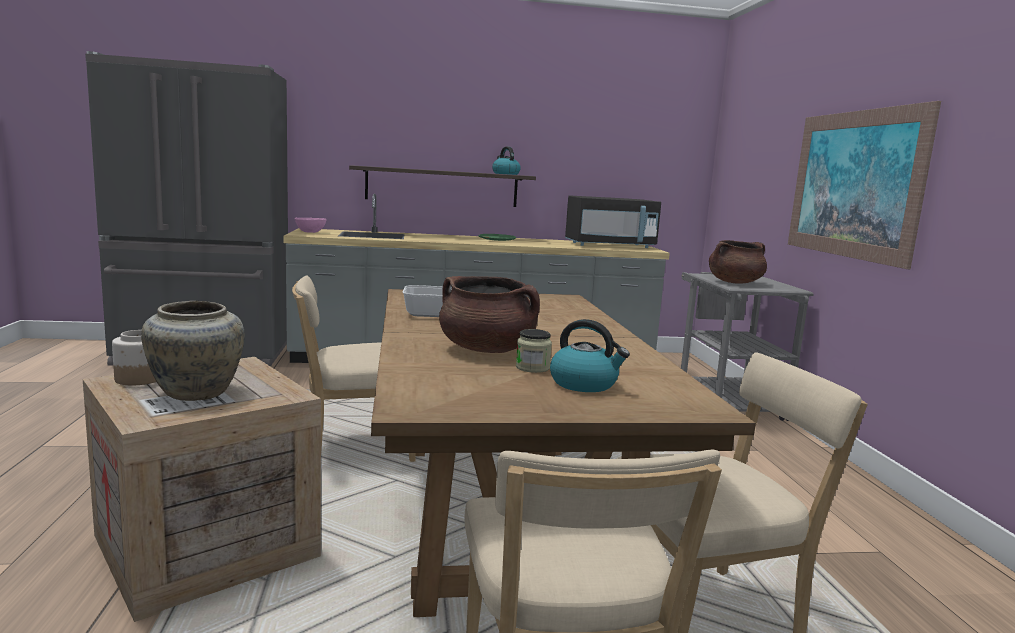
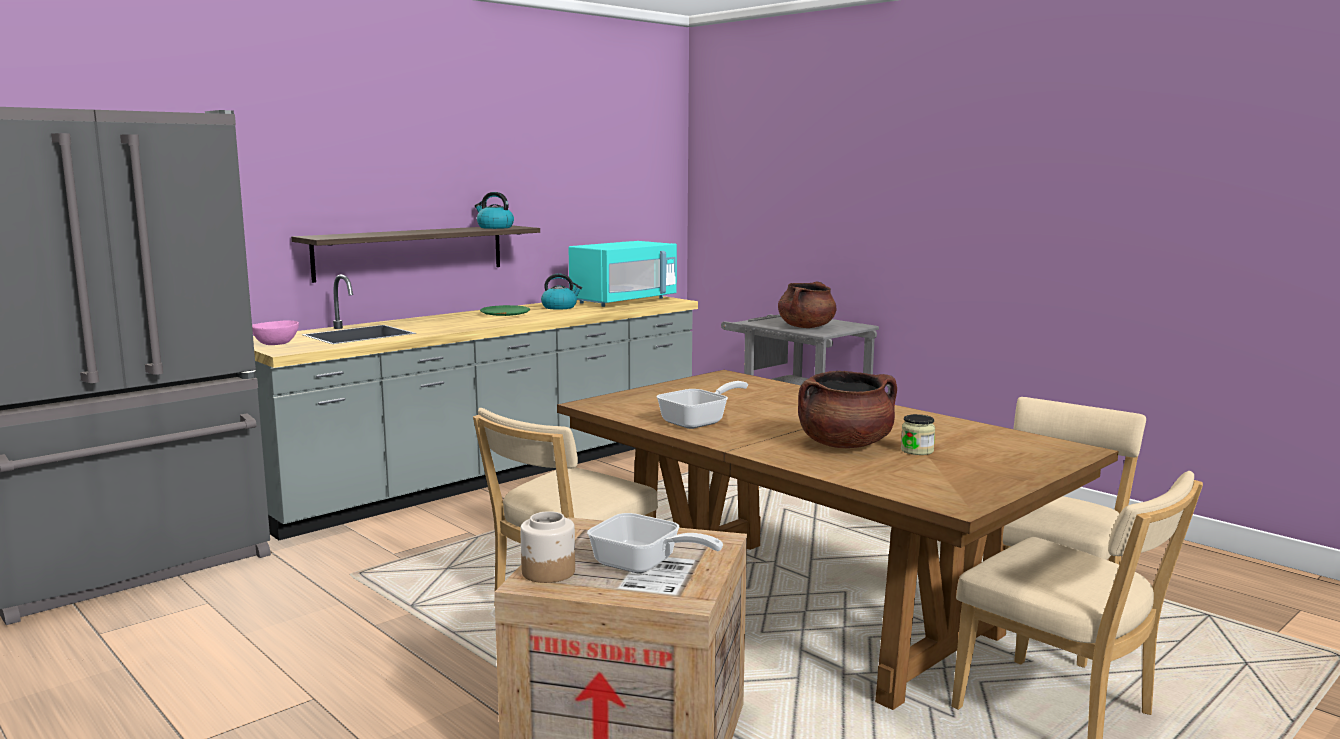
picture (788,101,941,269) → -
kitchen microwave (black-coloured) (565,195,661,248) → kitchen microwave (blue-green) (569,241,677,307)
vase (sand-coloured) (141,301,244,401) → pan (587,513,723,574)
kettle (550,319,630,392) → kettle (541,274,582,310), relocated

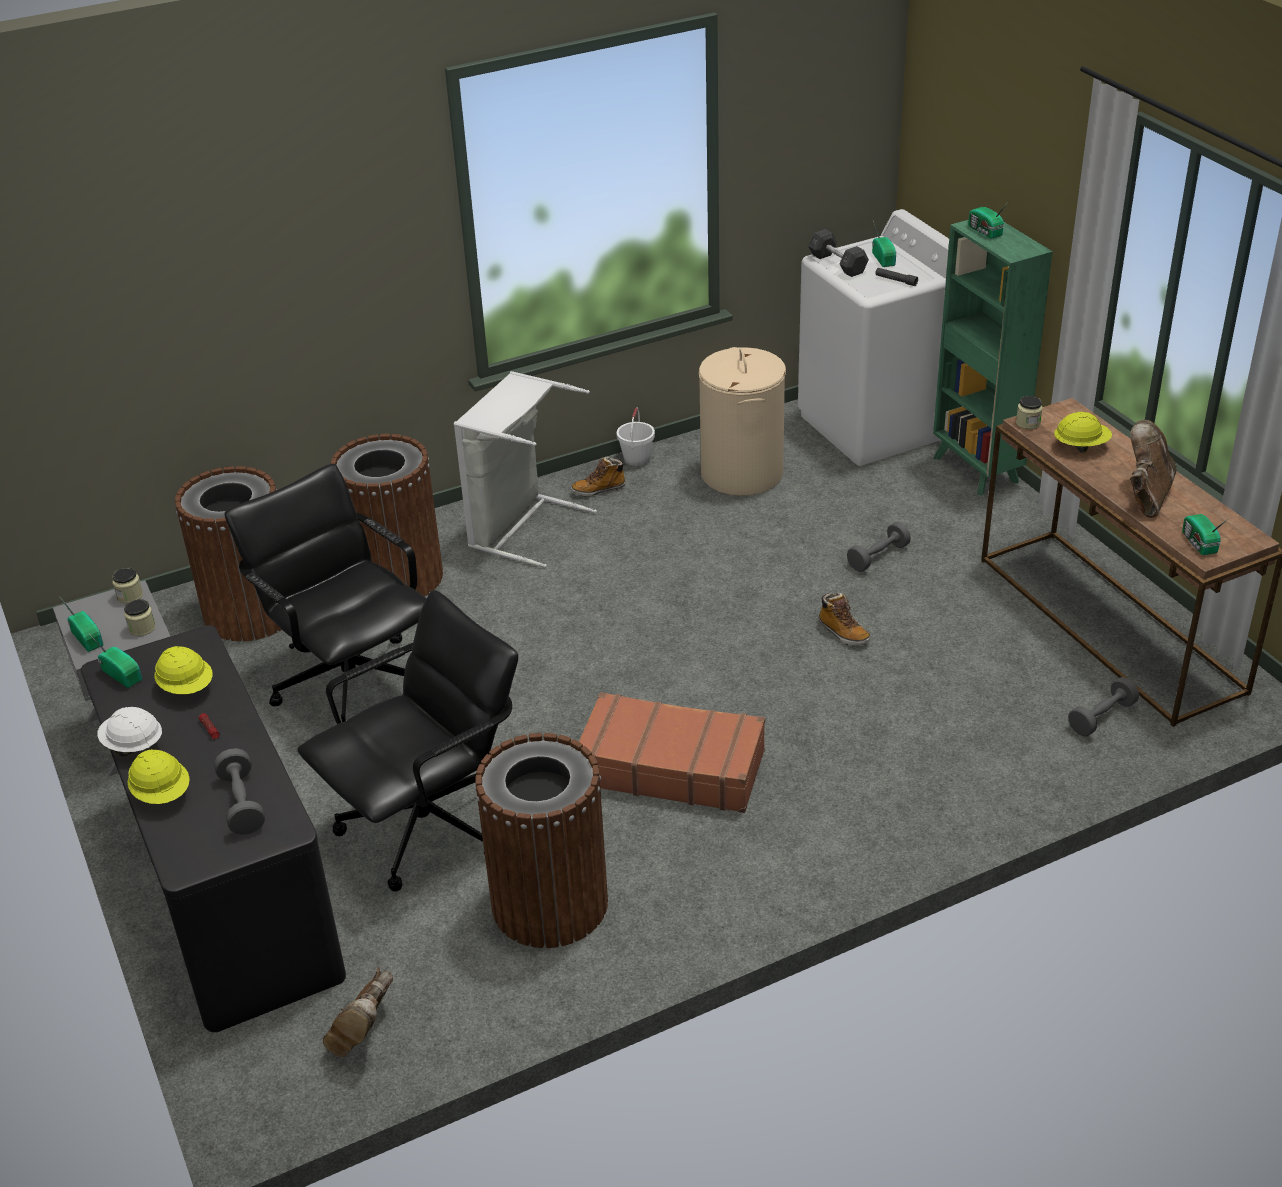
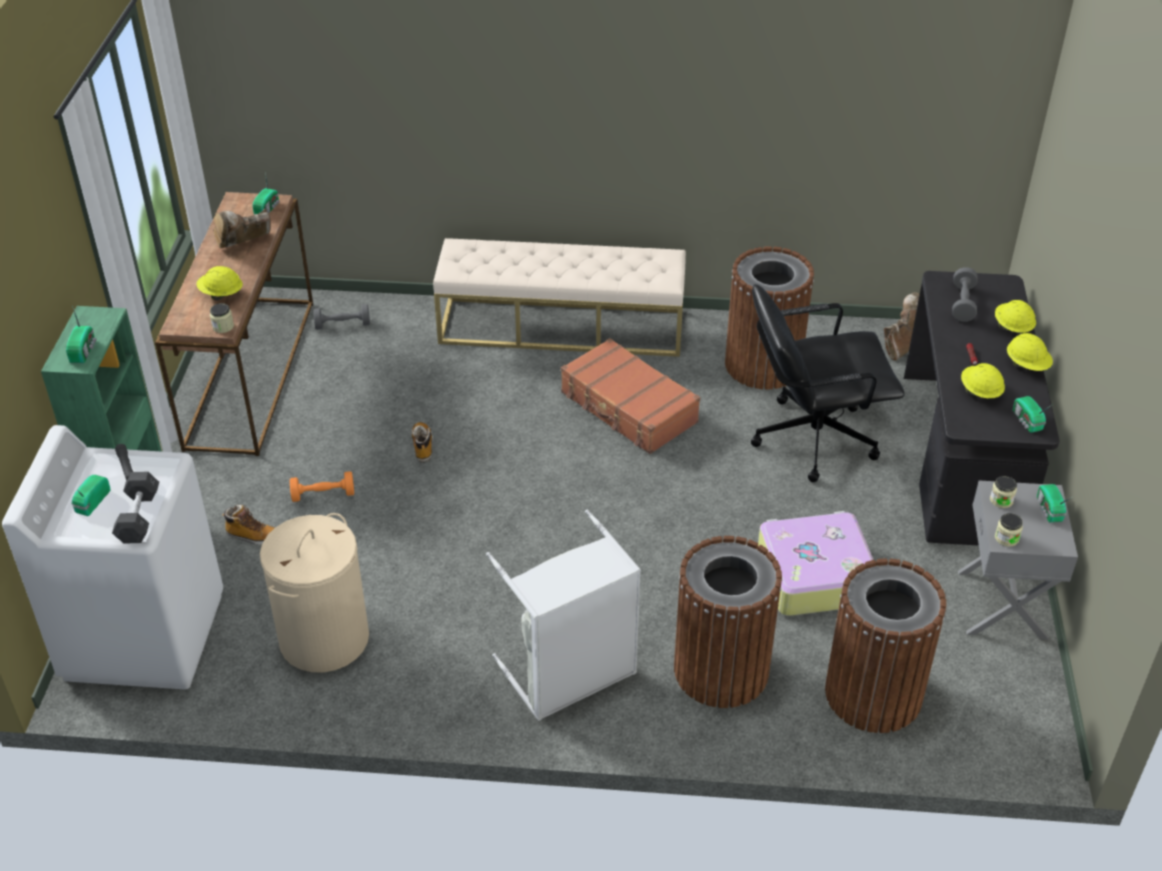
pail (whitish) (617,408,655,466) → -
tall boot (571,456,626,497) → tall boot (222,505,275,545), relocated
computer chair (black-coloured) (225,464,427,723) → travel case (758,511,874,616)
hand weight (gray) (847,522,911,572) → hand weight (orange-coloured) (290,471,354,502)
work helmet (whitish) (98,707,162,756) → work helmet (yellow-coloured) (1007,333,1053,371)
- → long seat (sand-coloured) (433,238,686,357)

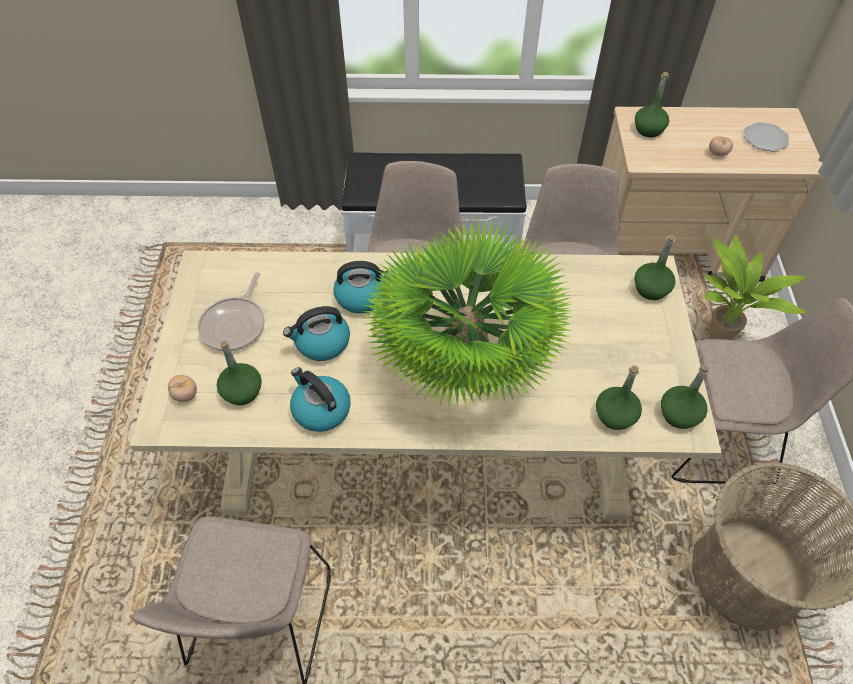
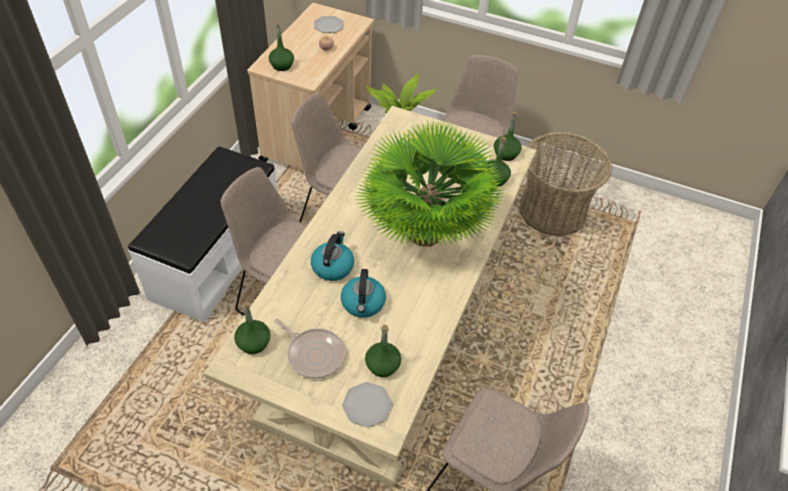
bottle (green) (634,235,676,300) → bottle (green) (234,301,271,354), relocated
kettle (290,367,351,432) → -
tomato (168,375,197,402) → plate (342,382,392,427)

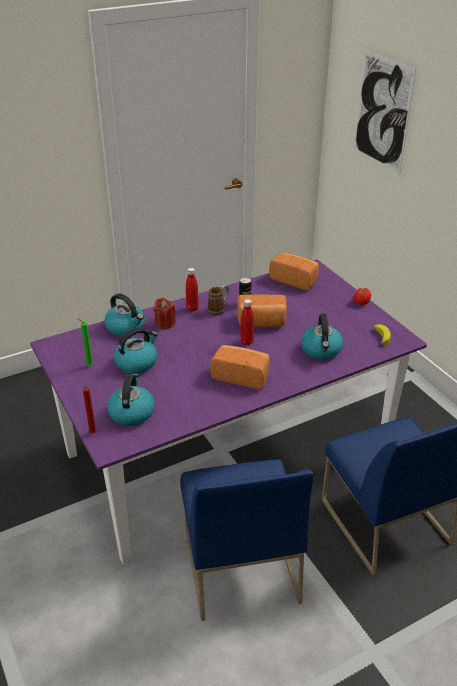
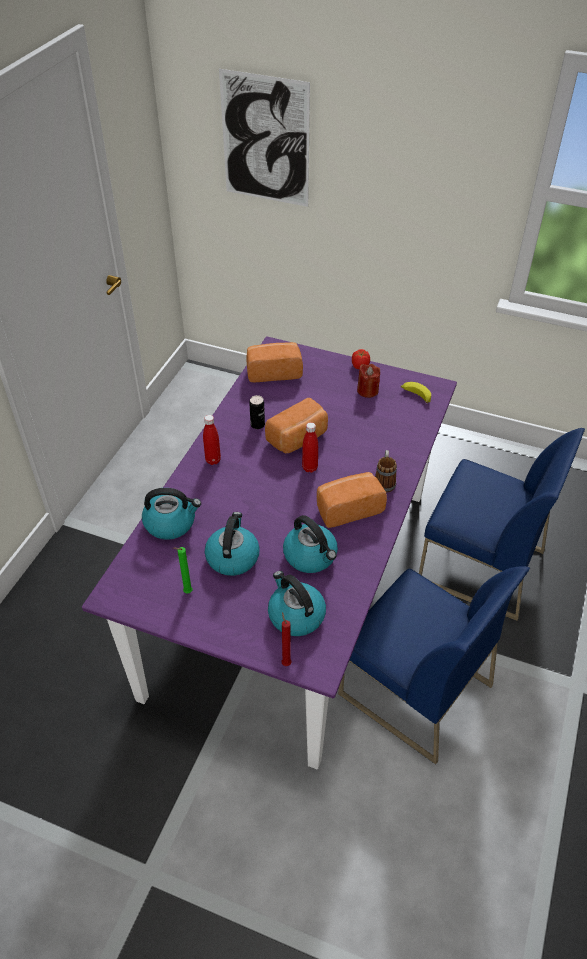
mug (207,285,229,316) → mug (375,450,397,493), relocated
candle (red-coloured) (154,298,176,329) → candle (red-coloured) (357,364,380,398), relocated
kettle (301,314,343,360) → kettle (283,515,338,573), relocated

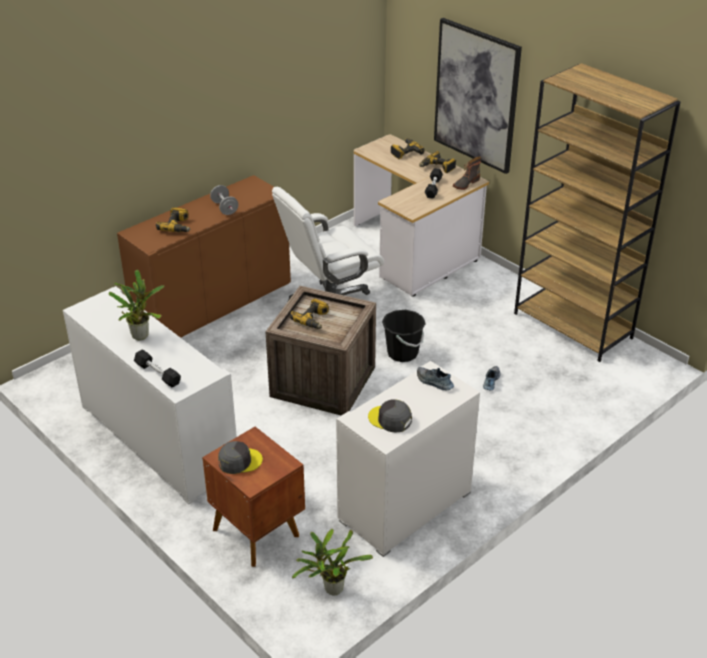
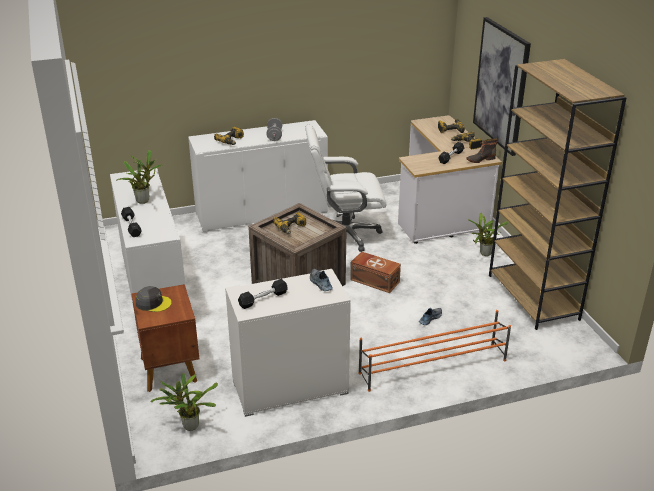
cabinet (brownish) (117,175,291,338) → cabinet (whitish) (188,120,328,232)
pail (black-coloured) (382,310,426,362) → storage box (brownish) (350,252,401,293)
cap (gray) (368,399,412,433) → hand weight (black-coloured) (238,279,288,309)
- → houseplant (468,213,509,256)
- → shoe rack (orange-coloured) (358,310,511,392)

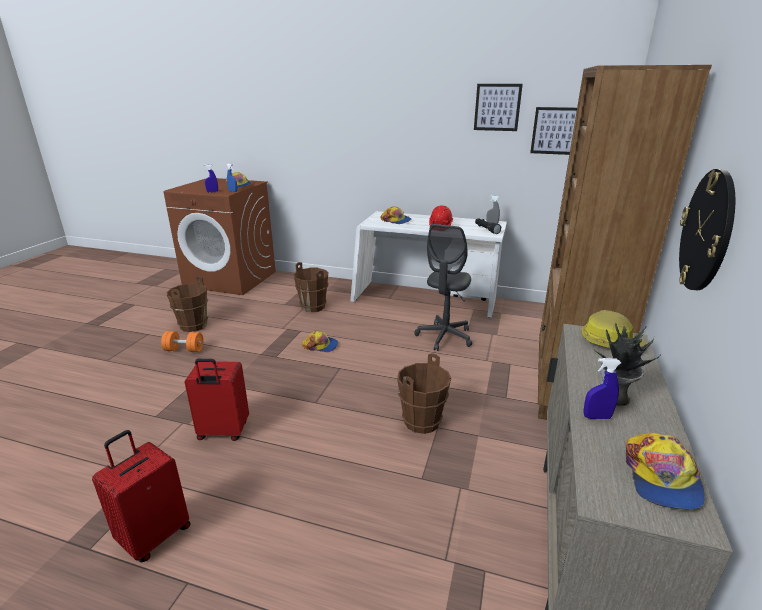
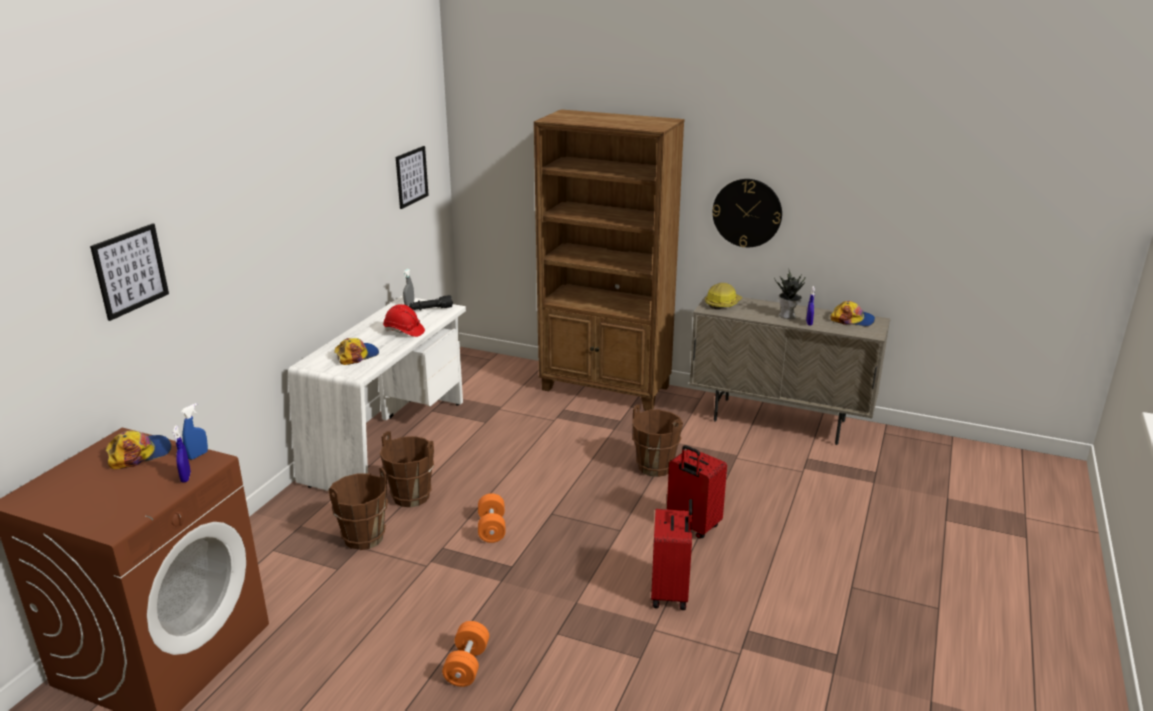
picture (474,84,523,131) → picture (90,224,169,321), relocated
computer chair (gray) (415,224,472,351) → -
pail (brownish) (167,276,208,332) → pail (brownish) (380,431,434,507), relocated
cap (302,330,338,352) → hand weight (orange-coloured) (478,493,506,543)
travel case (red-coloured) (92,430,190,562) → travel case (red-coloured) (667,445,727,539), relocated

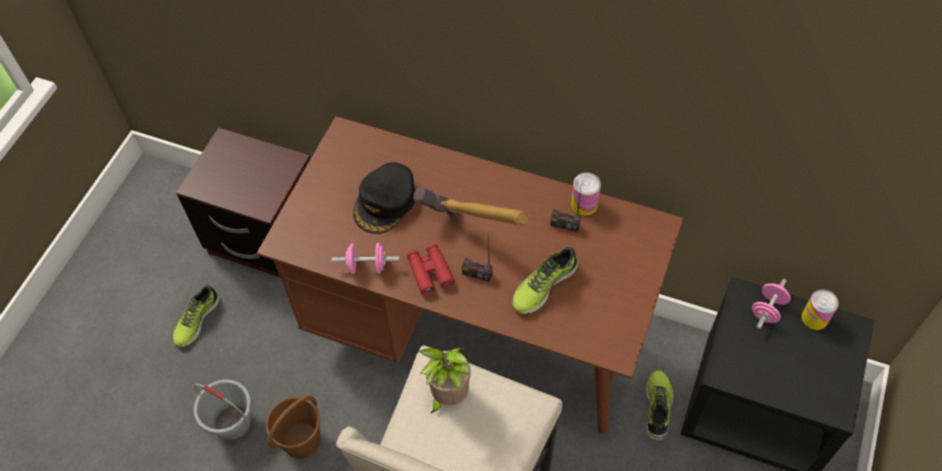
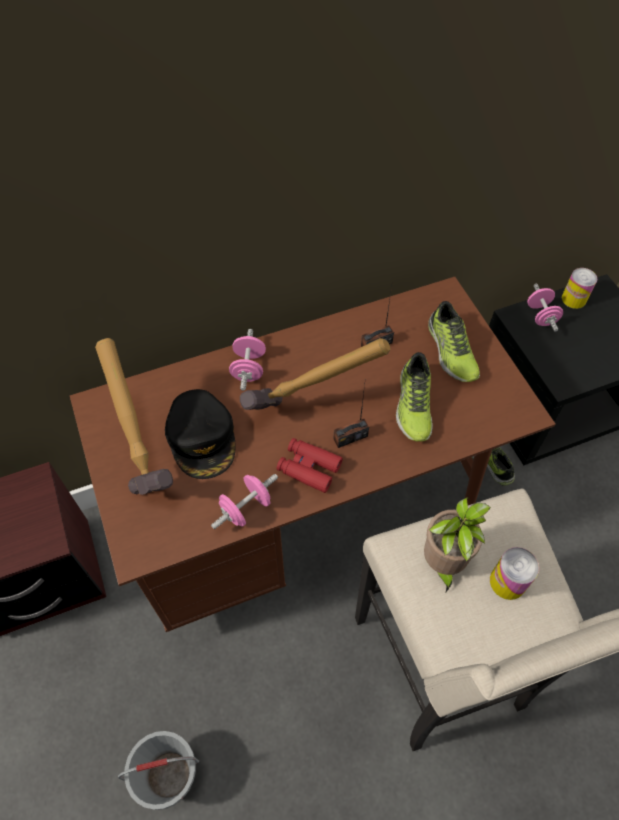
can (571,172,601,216) → can (490,547,539,600), relocated
low shoe (173,285,220,347) → low shoe (428,301,480,382), relocated
pail (brownish) (266,396,320,459) → -
- → hand weight (pinkish) (229,329,266,391)
- → tool hammer (95,338,173,495)

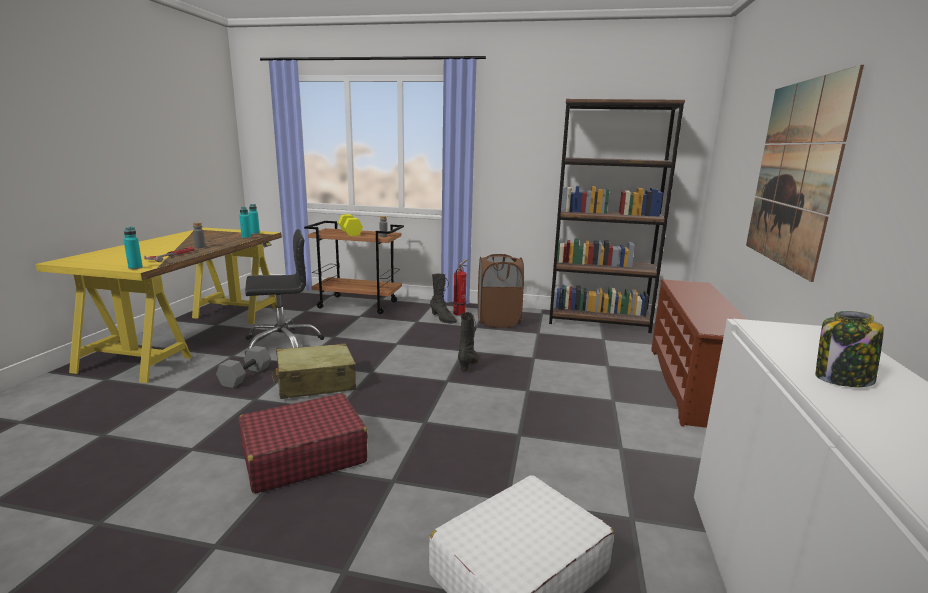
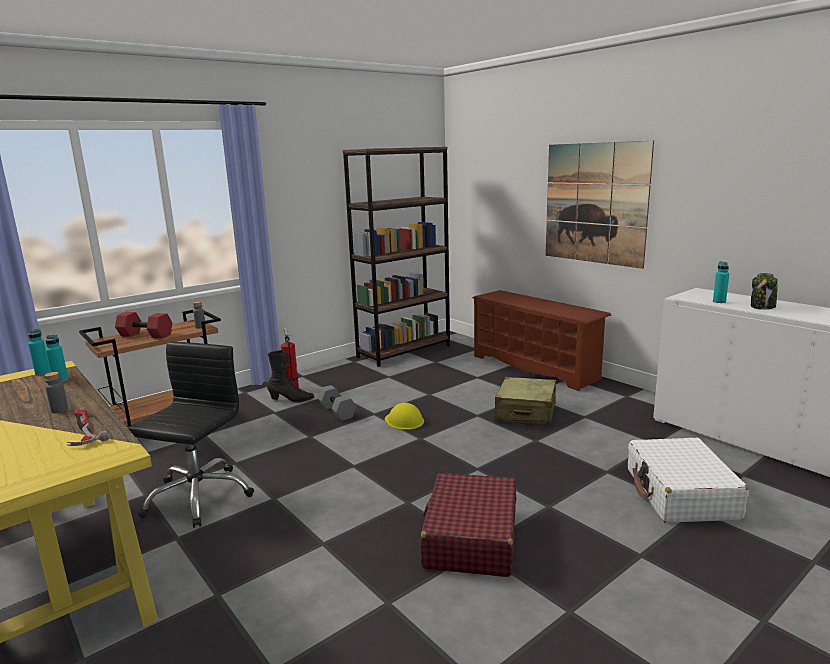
hand weight (yellow-coloured) (338,214,363,236) → hand weight (red-coloured) (115,312,172,338)
bottle (blue-green) (124,227,143,269) → bottle (blue-green) (713,261,729,303), relocated
hamper (brownish) (478,254,524,328) → -
tall boot (black-coloured) (458,312,479,371) → work helmet (yellow-coloured) (385,403,424,430)
travel case (sand-coloured) (272,343,356,399) → travel case (sand-coloured) (495,377,556,426), relocated
hand weight (gray) (216,346,271,388) → hand weight (gray) (317,385,356,421), relocated

